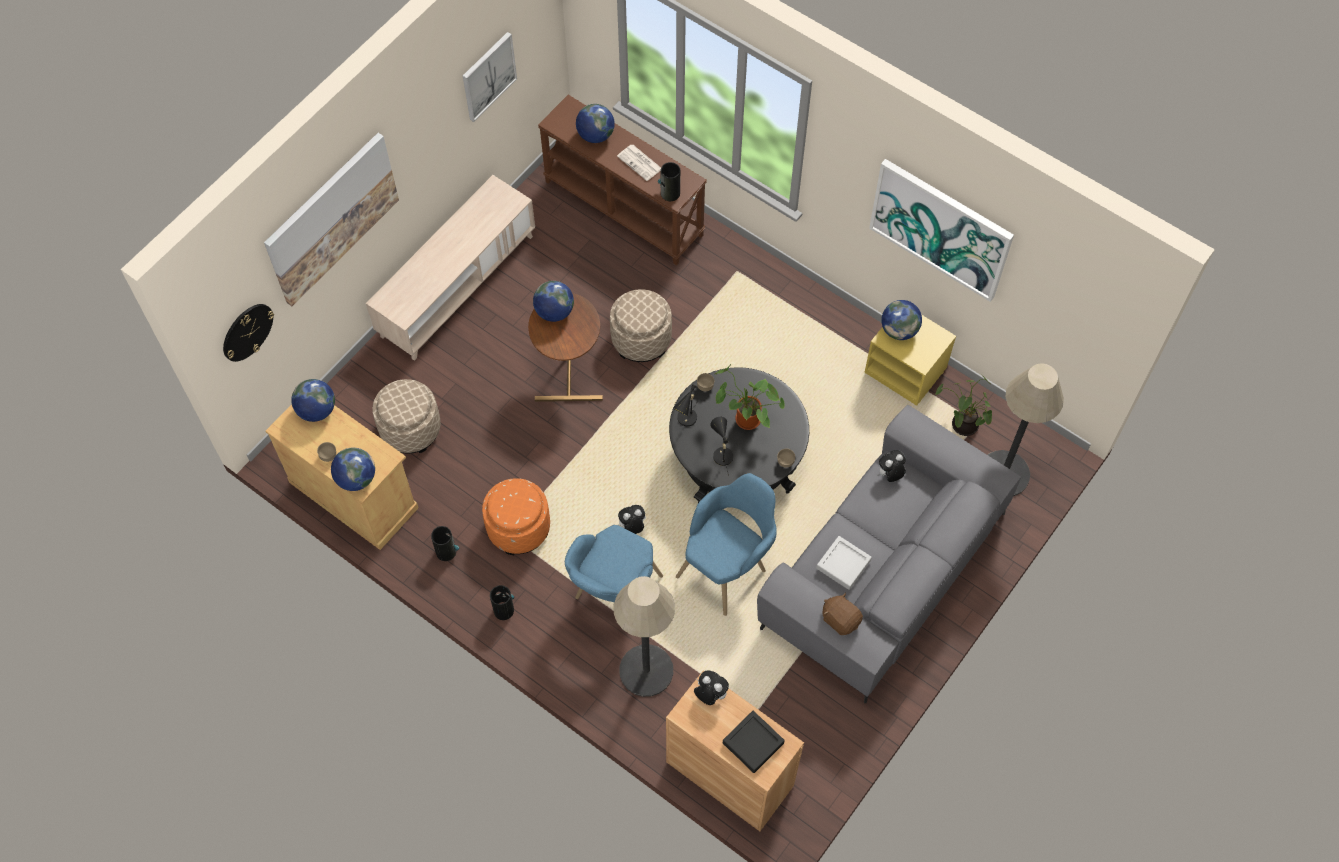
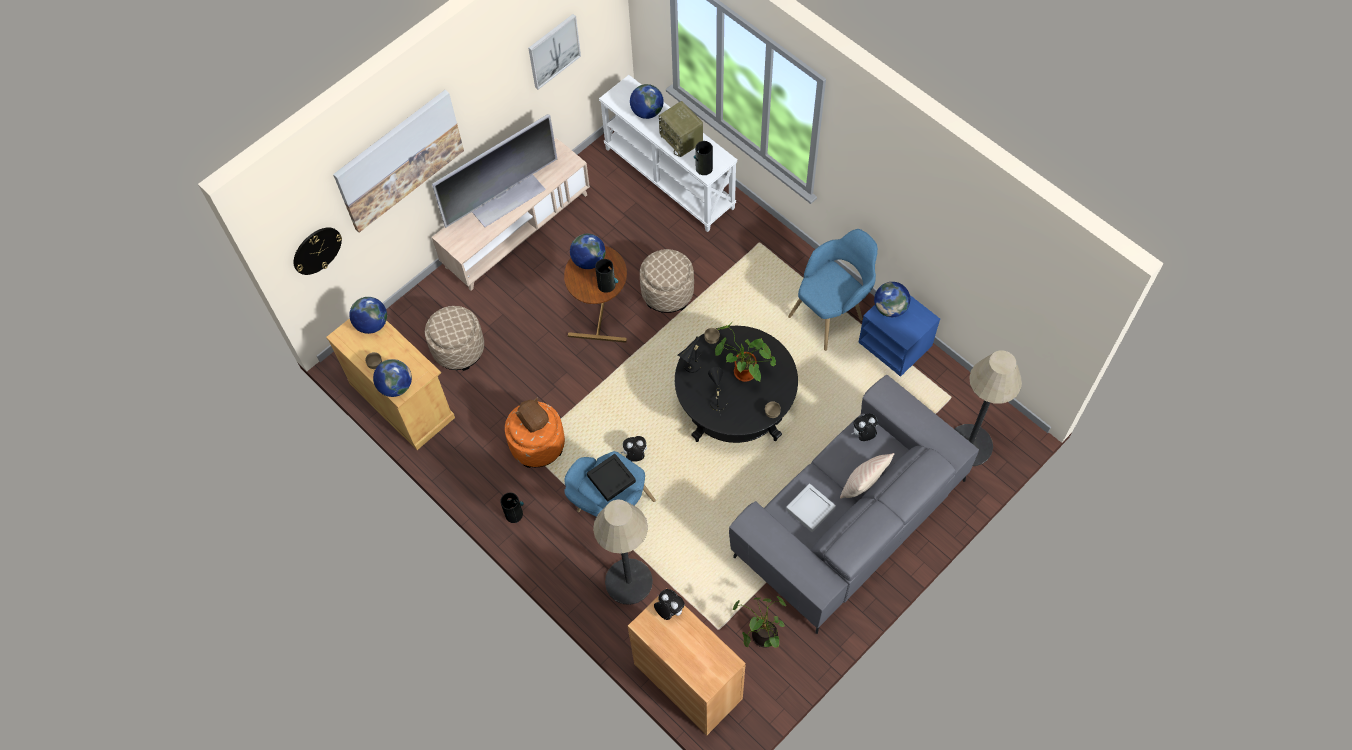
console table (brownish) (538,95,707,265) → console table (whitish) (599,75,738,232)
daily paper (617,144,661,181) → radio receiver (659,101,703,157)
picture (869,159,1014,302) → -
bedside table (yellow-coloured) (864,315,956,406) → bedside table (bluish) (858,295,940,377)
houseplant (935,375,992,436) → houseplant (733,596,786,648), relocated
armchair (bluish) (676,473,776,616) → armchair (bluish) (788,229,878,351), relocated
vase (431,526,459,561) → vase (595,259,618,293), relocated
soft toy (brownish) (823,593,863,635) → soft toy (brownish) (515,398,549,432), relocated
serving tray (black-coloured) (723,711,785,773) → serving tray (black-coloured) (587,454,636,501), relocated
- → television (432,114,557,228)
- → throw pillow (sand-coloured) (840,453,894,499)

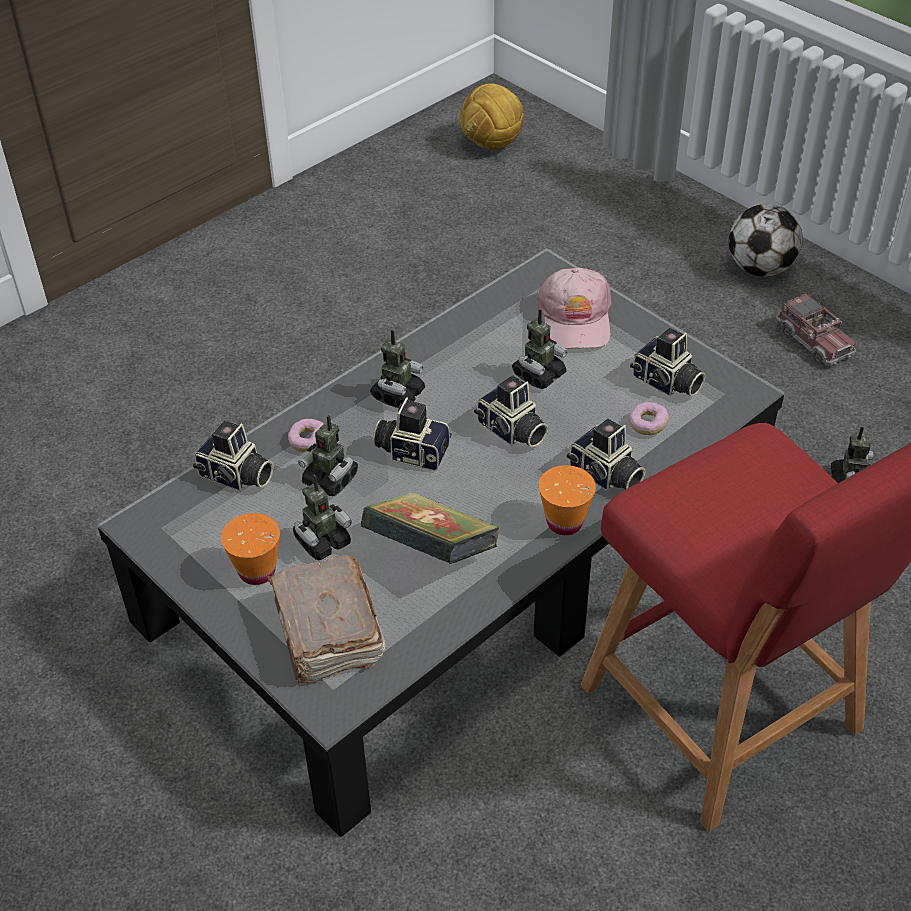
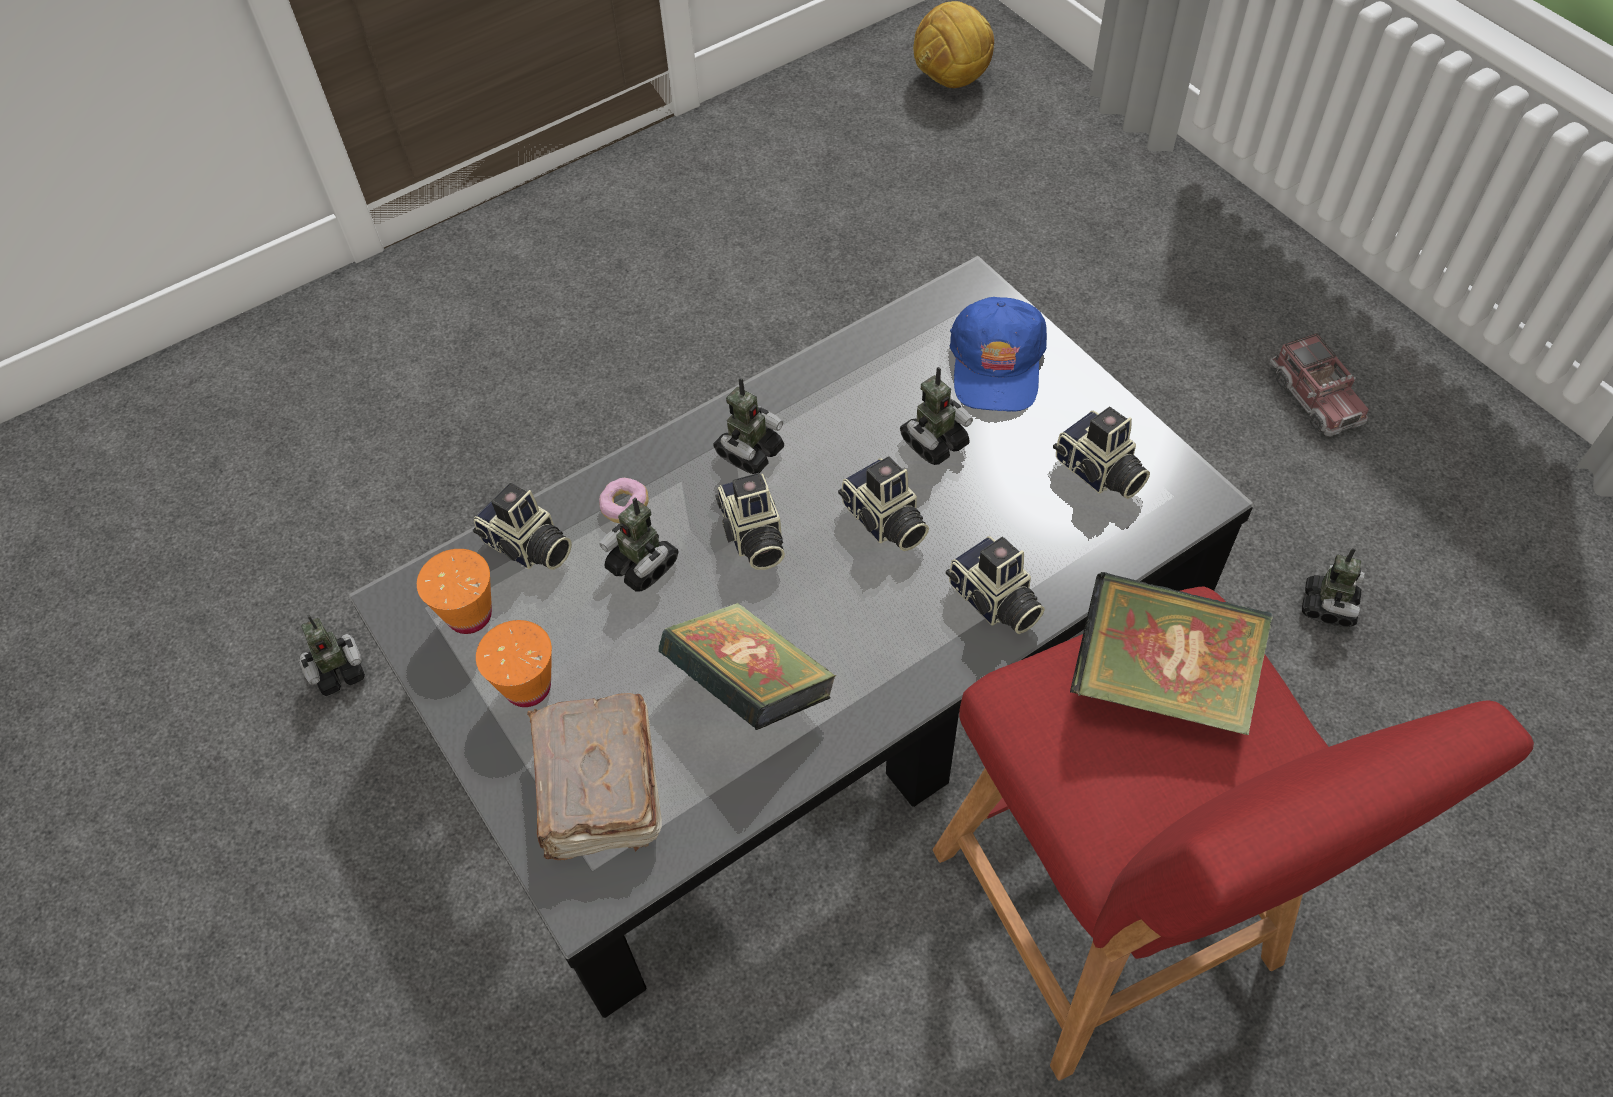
ball for football (729,204,803,277) → -
cap (pinkish) (537,268,611,349) → cap (bluish) (950,297,1047,411)
still camera (373,397,452,471) → still camera (715,473,785,570), 135 degrees counterclockwise
doughnut (629,402,669,435) → -
cup (orange-coloured) (538,465,596,535) → cup (orange-coloured) (417,549,492,634), relocated
robot figure (293,475,352,560) → robot figure (299,614,365,696), relocated
- → book (1070,572,1273,735)

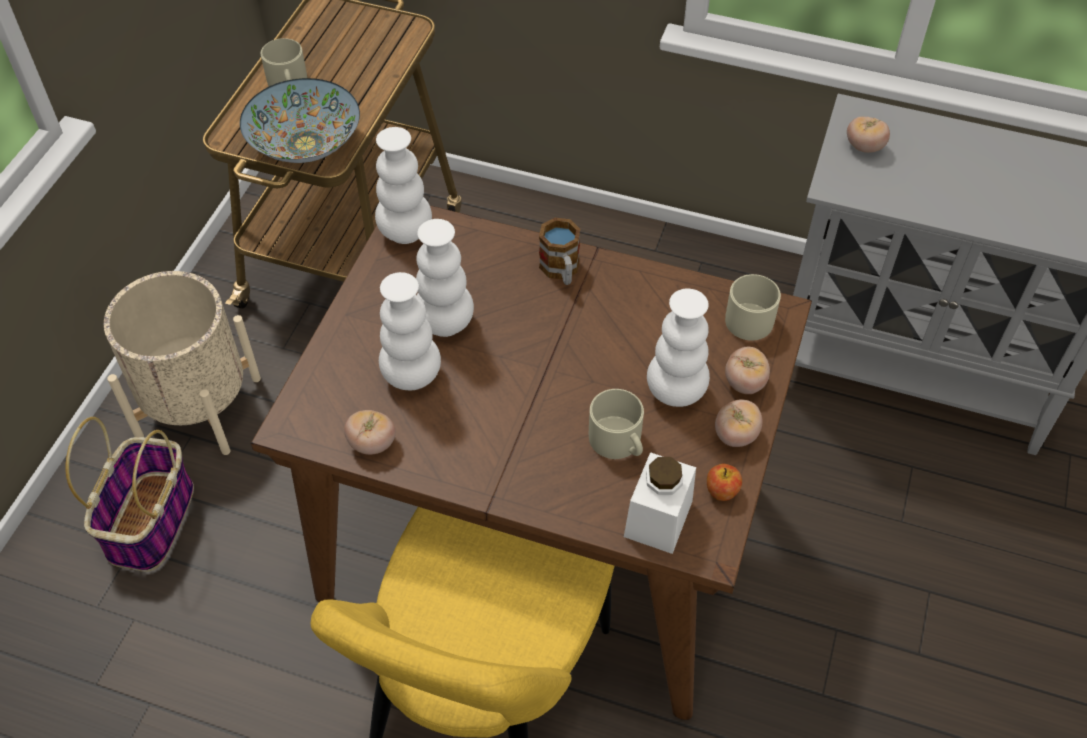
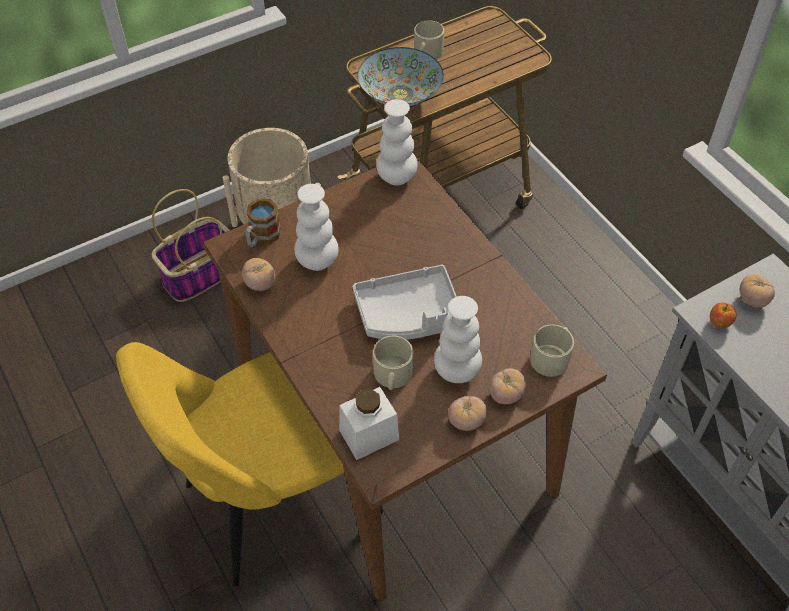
mug (539,218,580,285) → mug (246,198,281,247), relocated
vase (whitish) (416,219,474,337) → -
apple (707,464,742,501) → apple (710,303,737,328), relocated
- → serving tray (gray) (353,265,457,340)

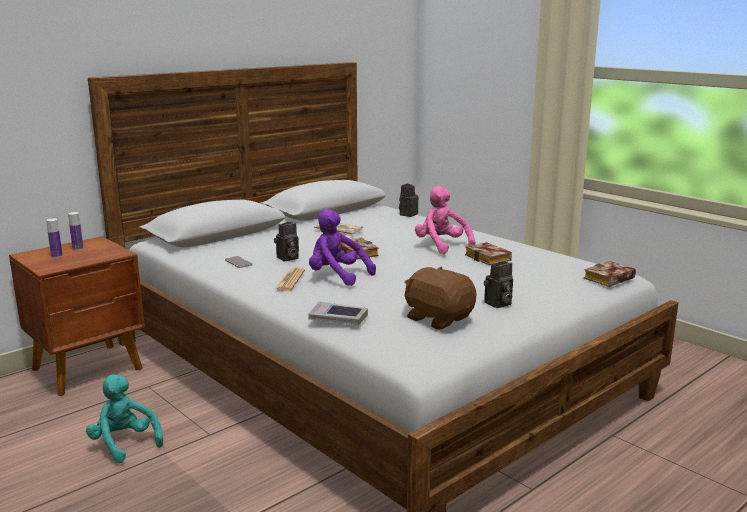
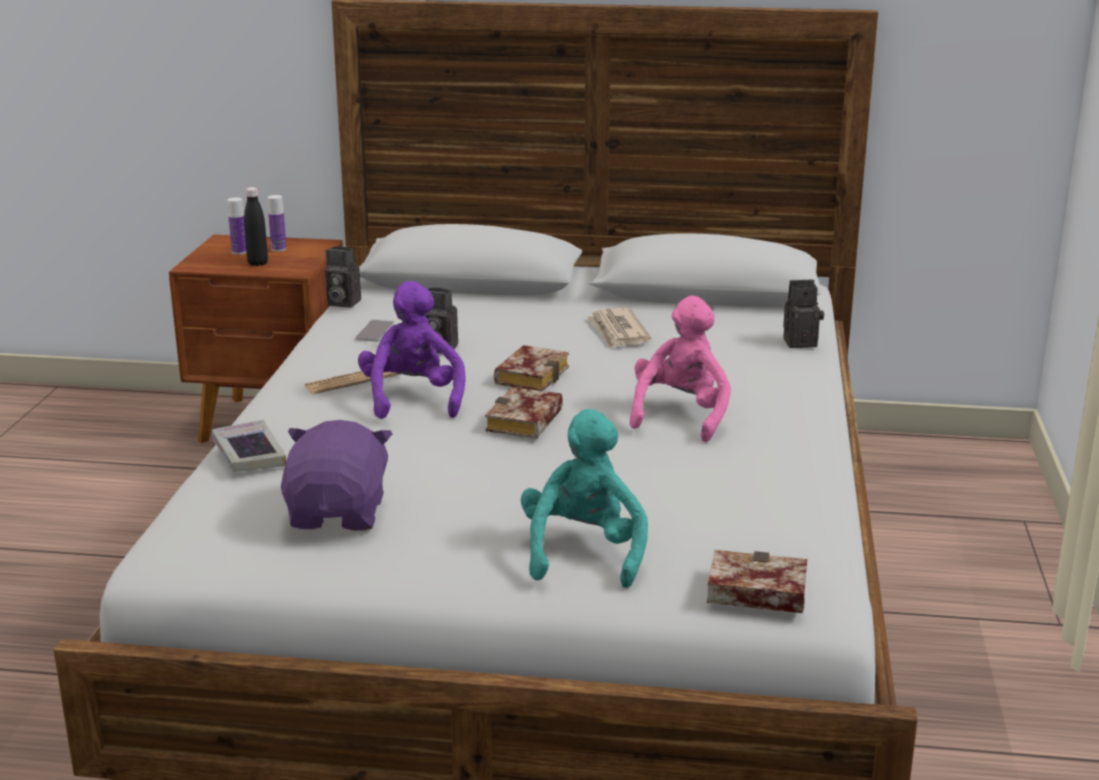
book (465,242,512,266) → book (485,387,563,439), relocated
still camera (484,261,513,308) → still camera (325,246,361,308), relocated
soft toy (brownish) (404,267,477,330) → soft toy (purple) (281,420,392,531)
soft toy (blue-green) (86,374,163,463) → soft toy (blue-green) (521,409,648,588), relocated
- → bottle (black-coloured) (244,187,268,266)

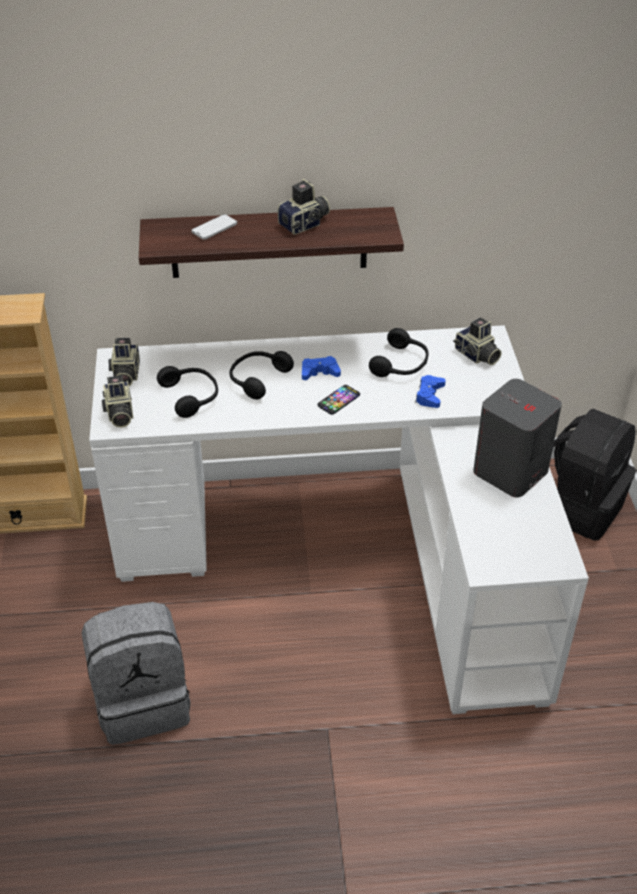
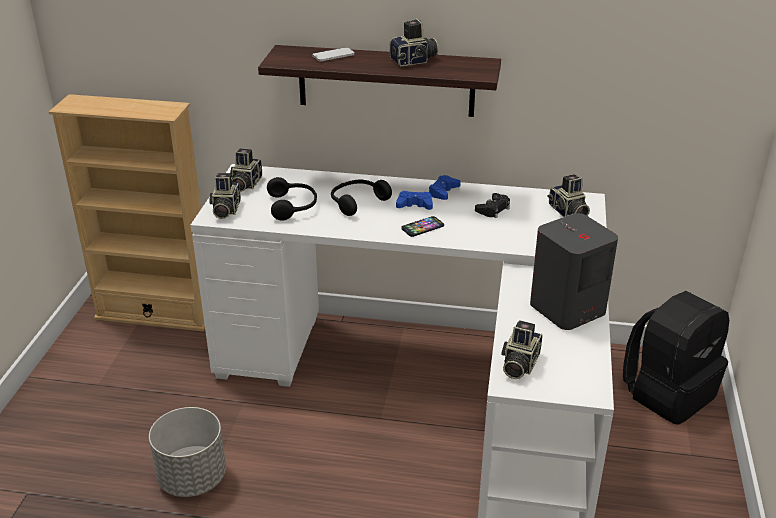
pair of headphones (black-coloured) (369,328,429,377) → game controller (black-coloured) (475,193,510,218)
game controller (bluish) (415,375,446,408) → game controller (bluish) (429,175,461,200), relocated
rucksack (gray) (82,602,190,745) → flower pot (gray) (149,407,226,497)
- → still camera (501,320,543,379)

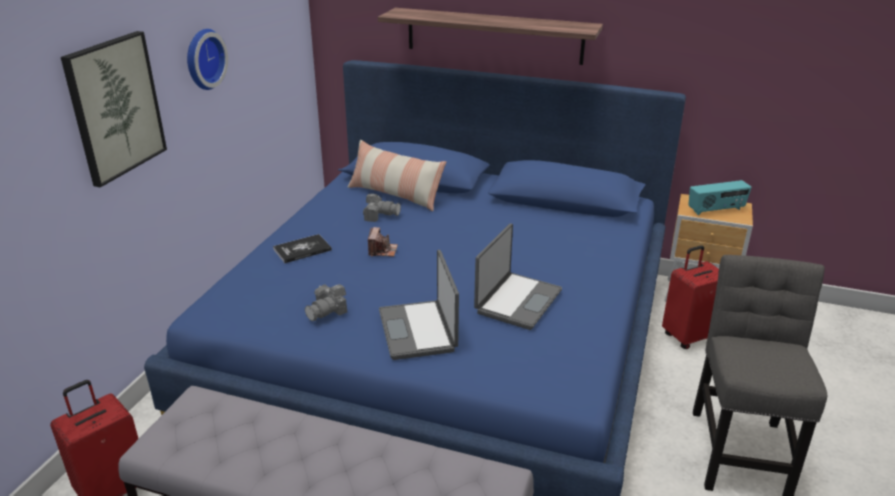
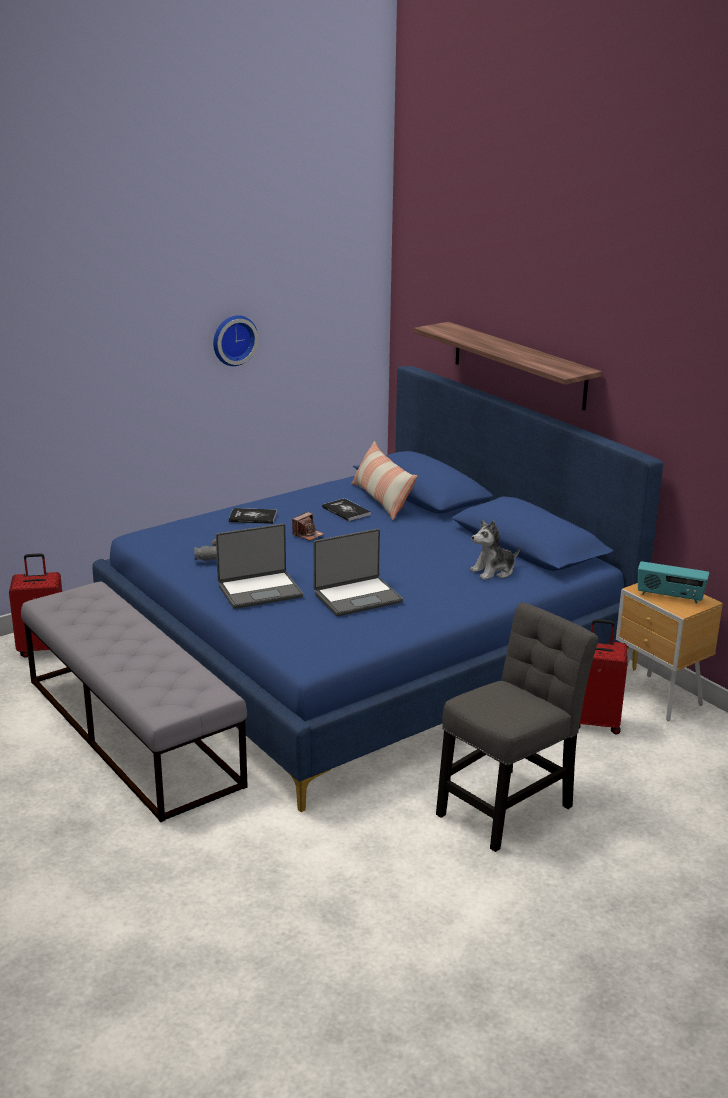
picture (61,31,167,187) → -
still camera (363,194,401,222) → book (322,498,371,521)
laptop (379,250,459,360) → laptop (216,523,303,609), 135 degrees counterclockwise
- → soft toy (470,520,520,580)

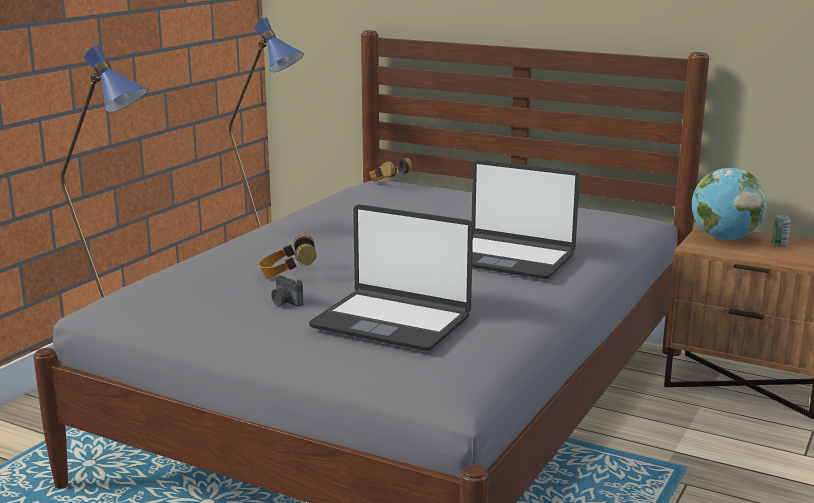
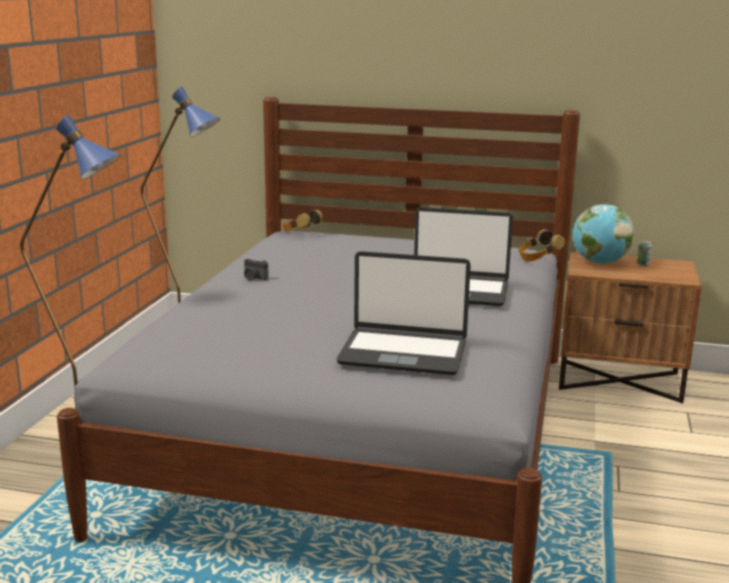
pair of headphones (259,235,317,278) → pair of headphones (519,229,565,261), relocated
still camera (271,275,303,307) → still camera (244,259,269,281), relocated

